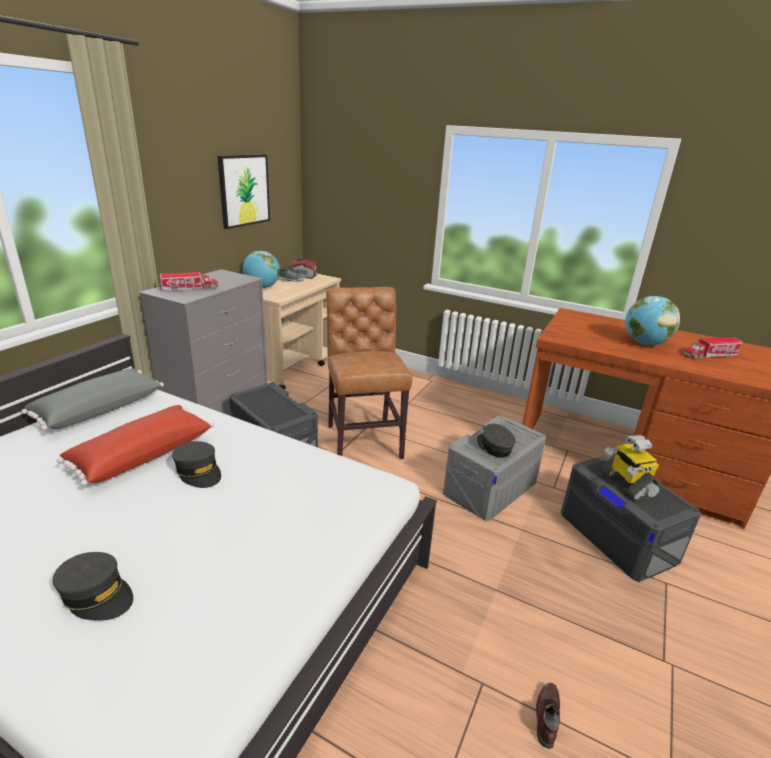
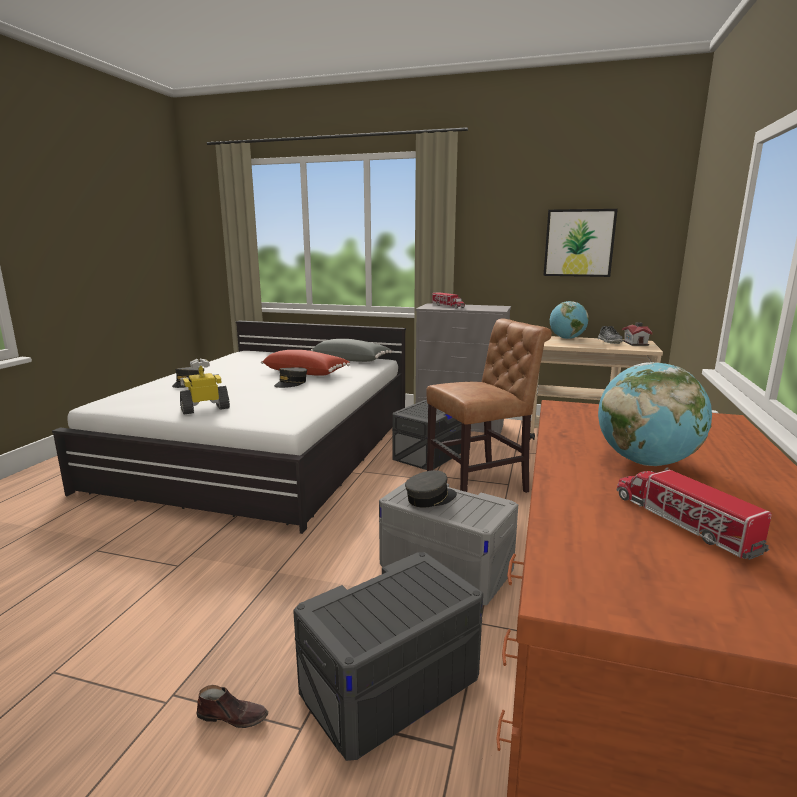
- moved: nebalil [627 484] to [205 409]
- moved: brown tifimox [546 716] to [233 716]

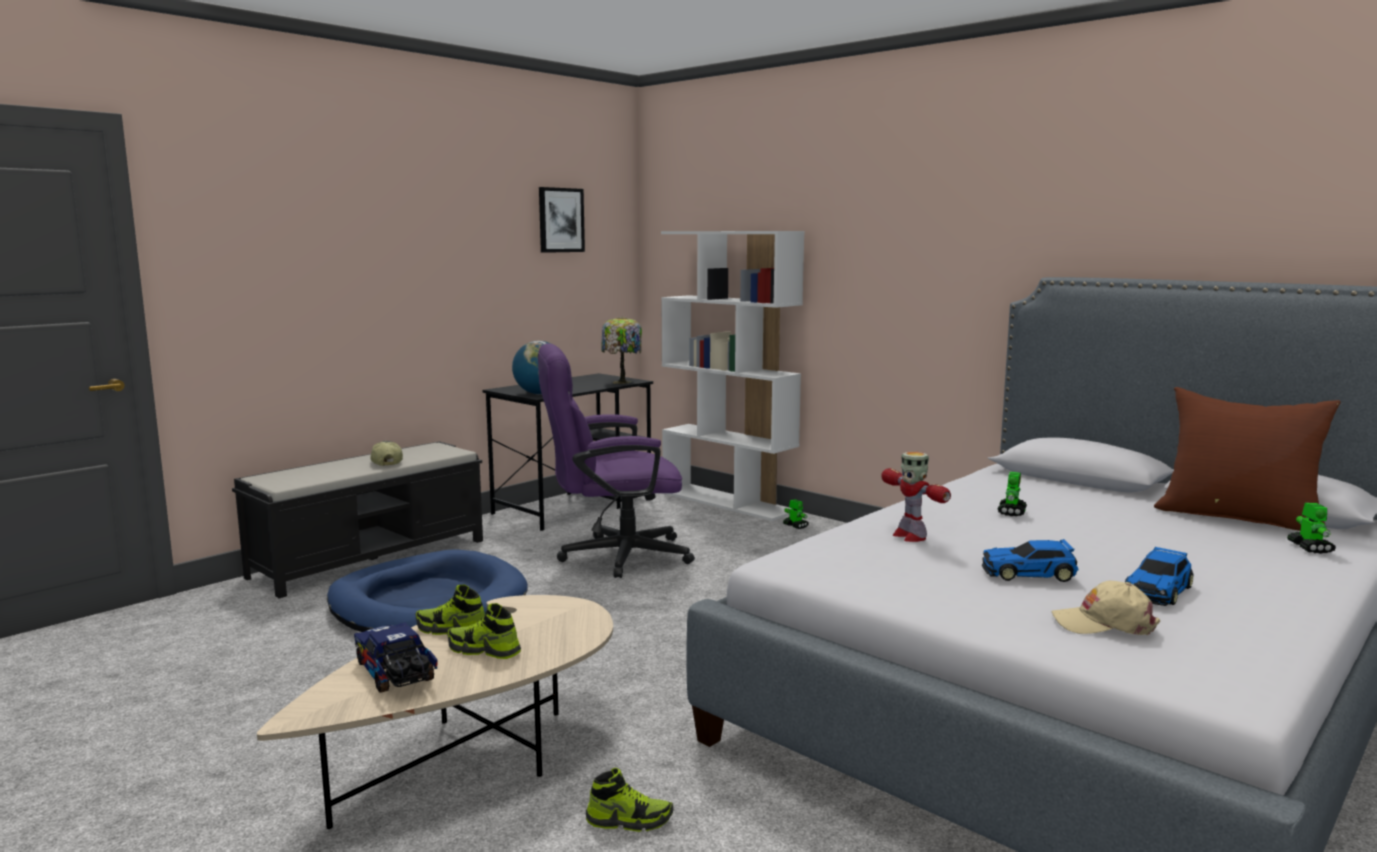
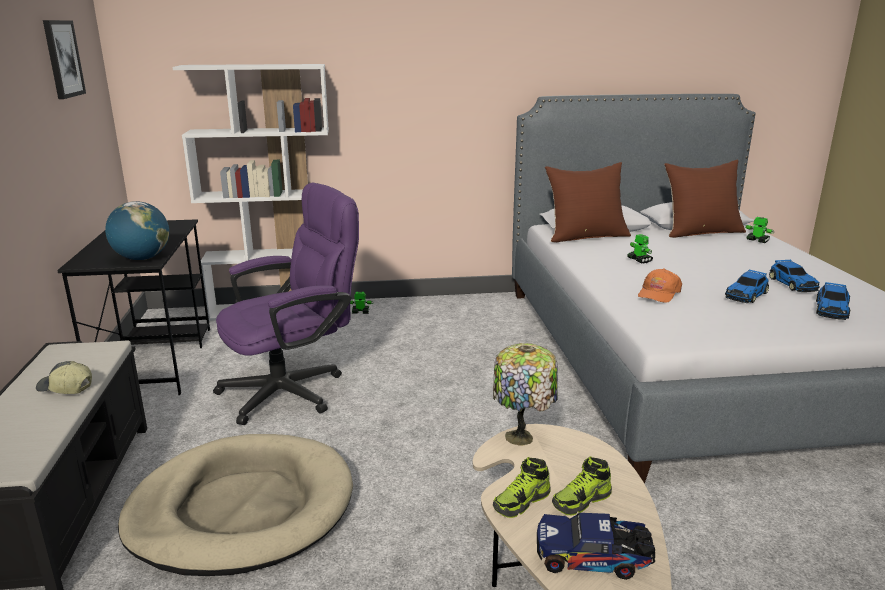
- moved: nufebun [621 382] to [521 438]
- turned: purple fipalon [612 556] = [294 389] 150 degrees counterclockwise
- replaced: nebalil [909 536] to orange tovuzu [658 293]
- recoloured: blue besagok [428 603] to beige besagok [241 509]
- replaced: beige tovuzu [1104 623] to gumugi [832 309]
- removed: tifimox [629 820]
- added: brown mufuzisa [586 236]

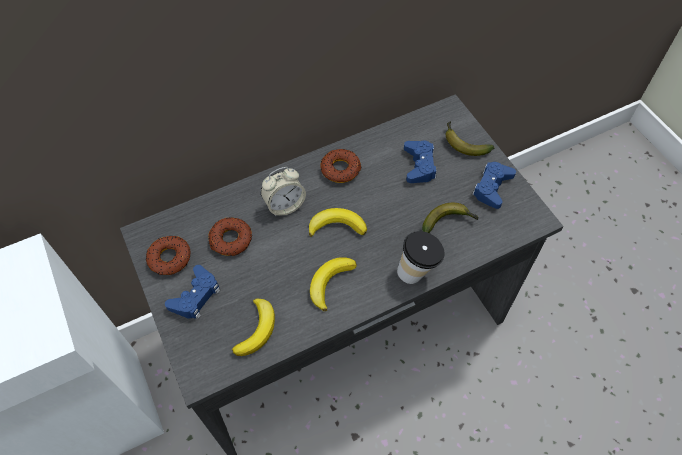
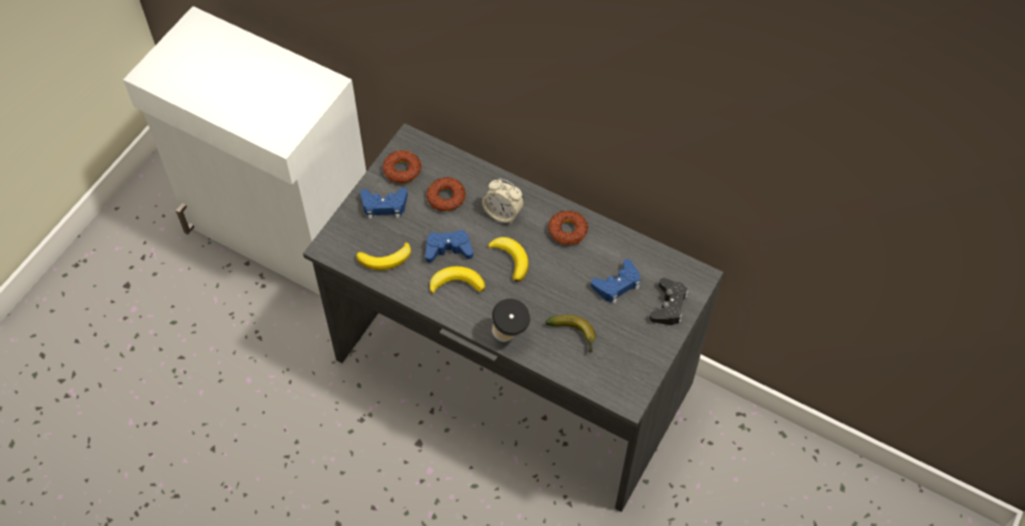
- replaced: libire [463 143] to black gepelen [668 306]
- moved: blue gepelen [492 187] to [448 249]

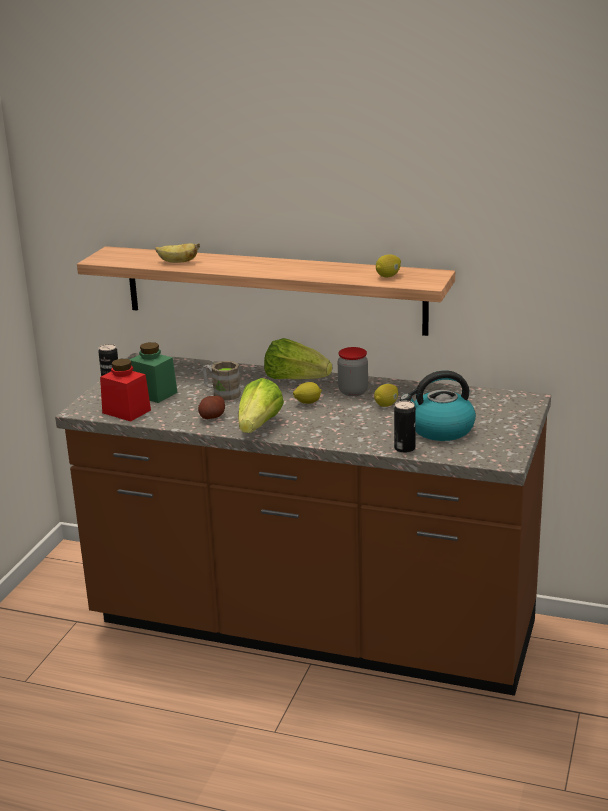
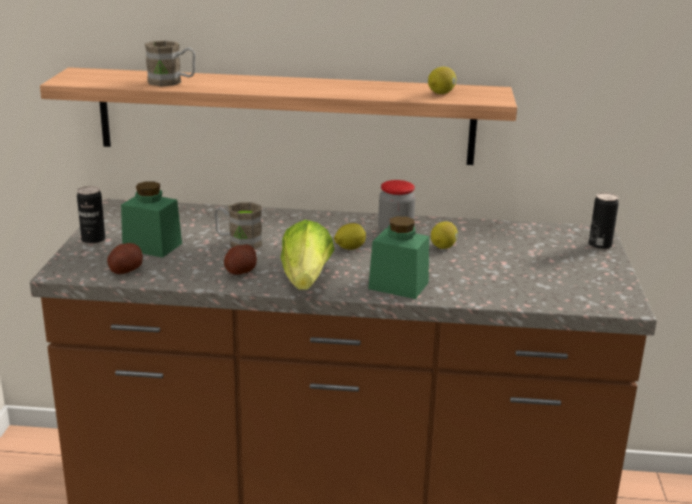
- replaced: libire [177 262] to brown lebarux [172 82]
- removed: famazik [295 379]
- replaced: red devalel [126 411] to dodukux [125 270]
- removed: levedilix [440 430]
- moved: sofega [404 448] to [600 245]
- added: green devalel [398 285]

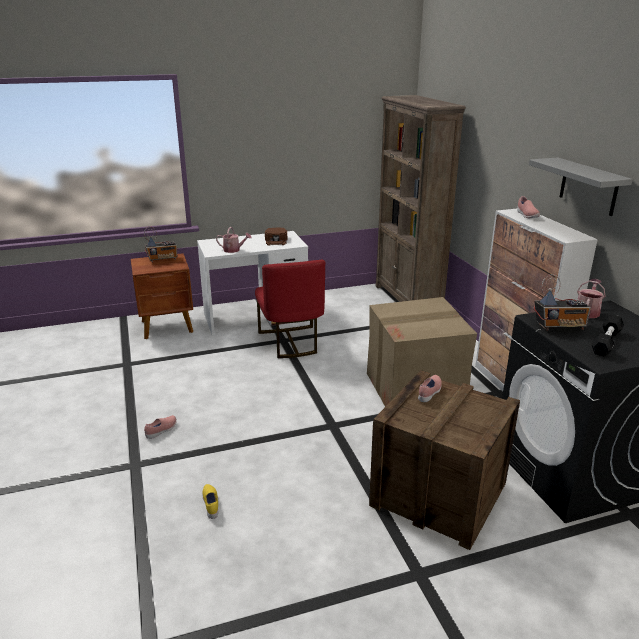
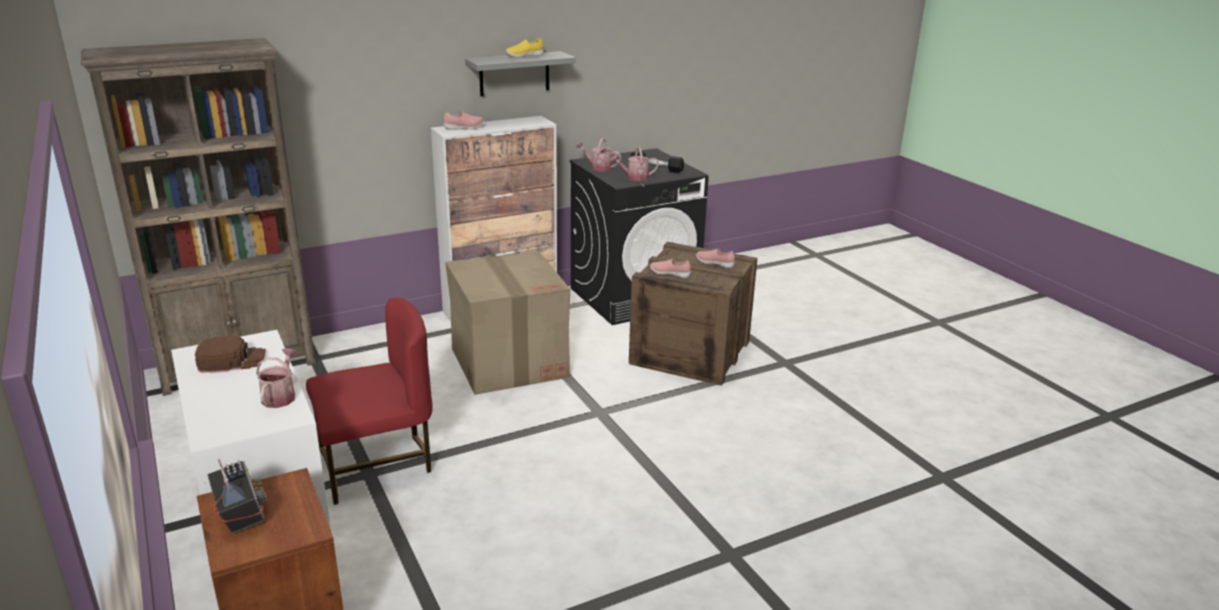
- replaced: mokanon [559 327] to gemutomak [634 178]
- moved: pink tifimox [162 430] to [714 264]
- moved: yellow tifimox [211 505] to [524 56]

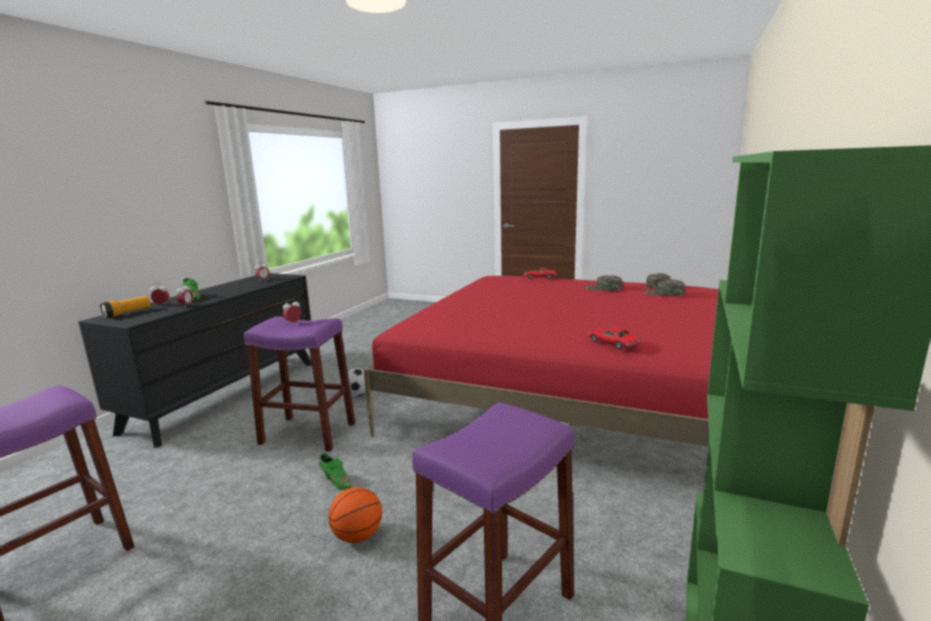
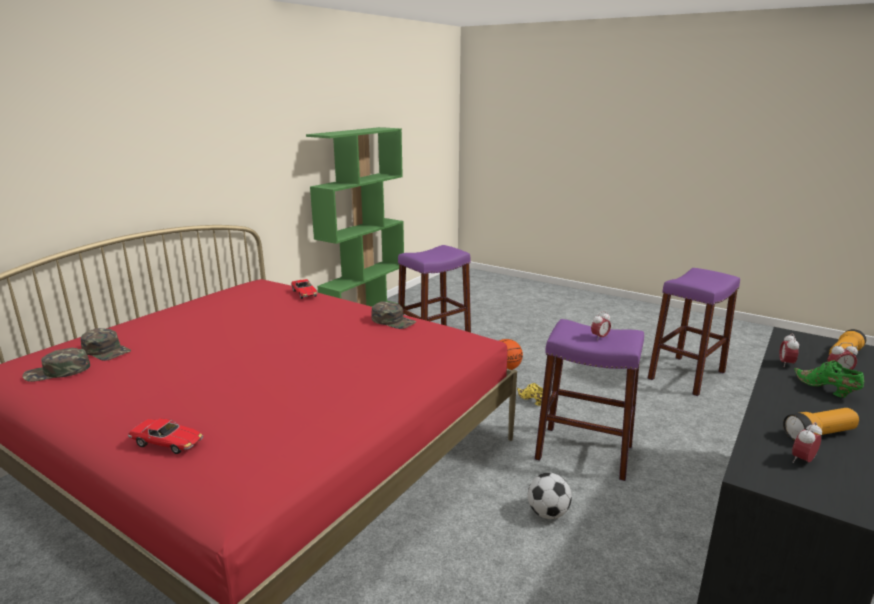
- moved: green tovuzu [603 288] to [393 321]
- recoloured: green tifimox [336 481] to yellow tifimox [532 401]
- added: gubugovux [818 434]

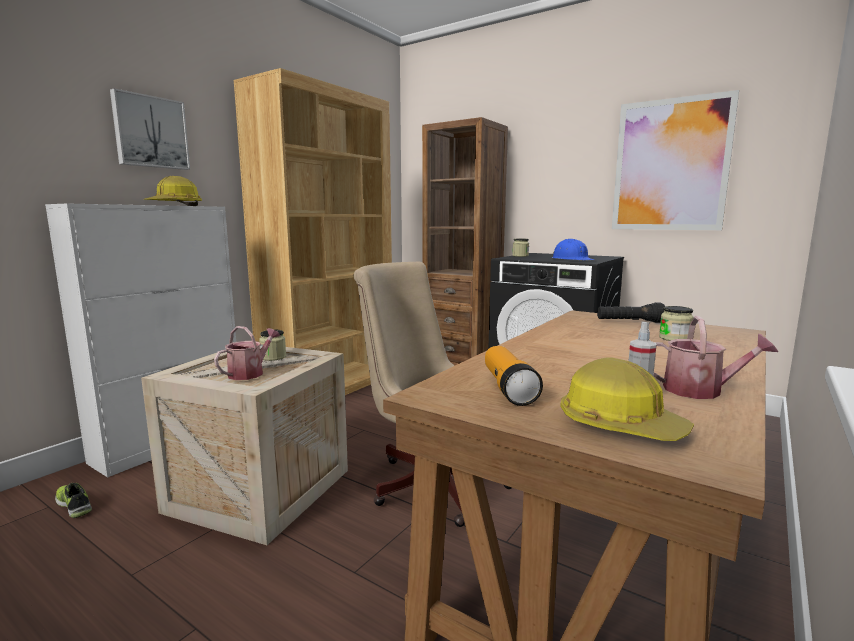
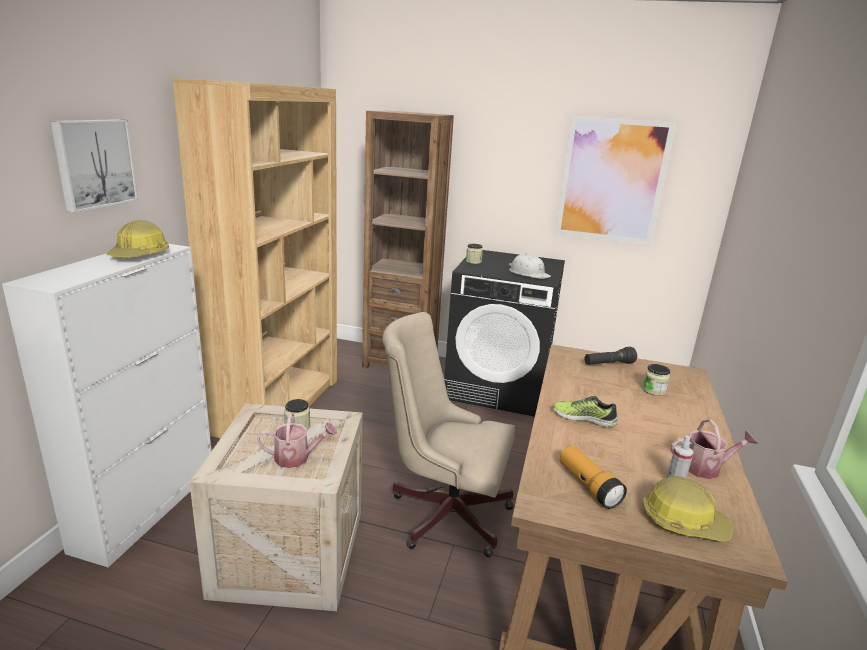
- recoloured: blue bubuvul [571 259] to white bubuvul [528 273]
- turned: gemutomak [250 373] = [297 457] 75 degrees clockwise
- moved: tifimox [75 505] to [583 418]

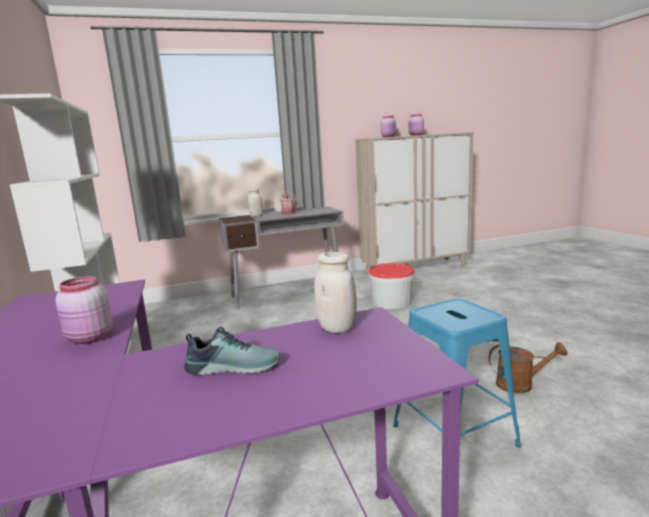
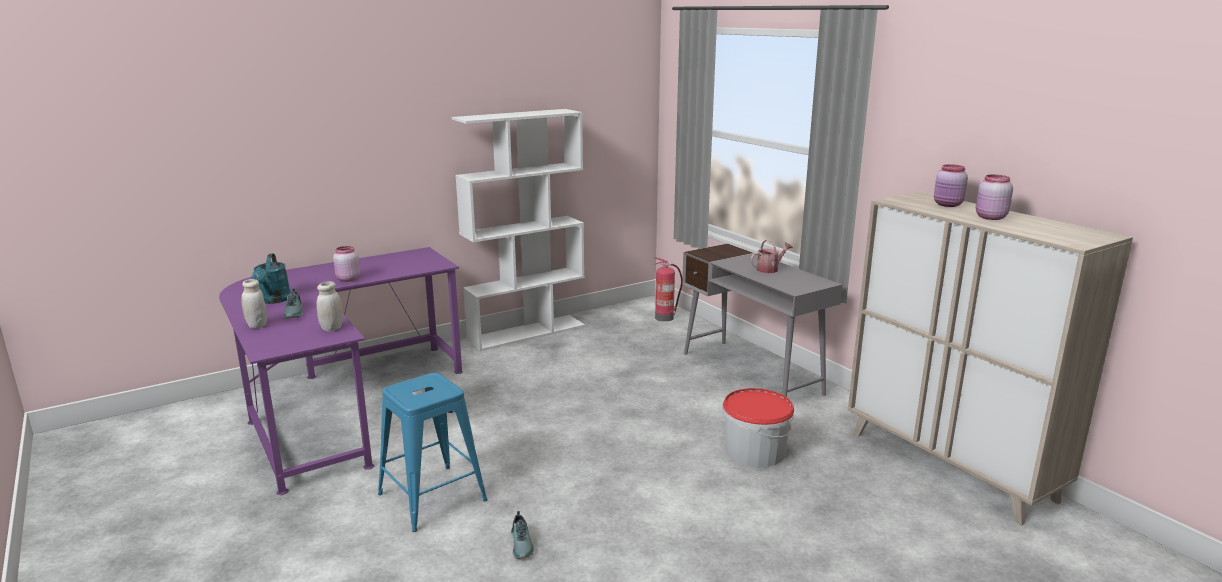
- moved: white devalel [256 215] to [257 325]
- replaced: brown gemutomak [521 384] to tifimox [522 544]
- added: turquoise gemutomak [273 300]
- added: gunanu [665 318]

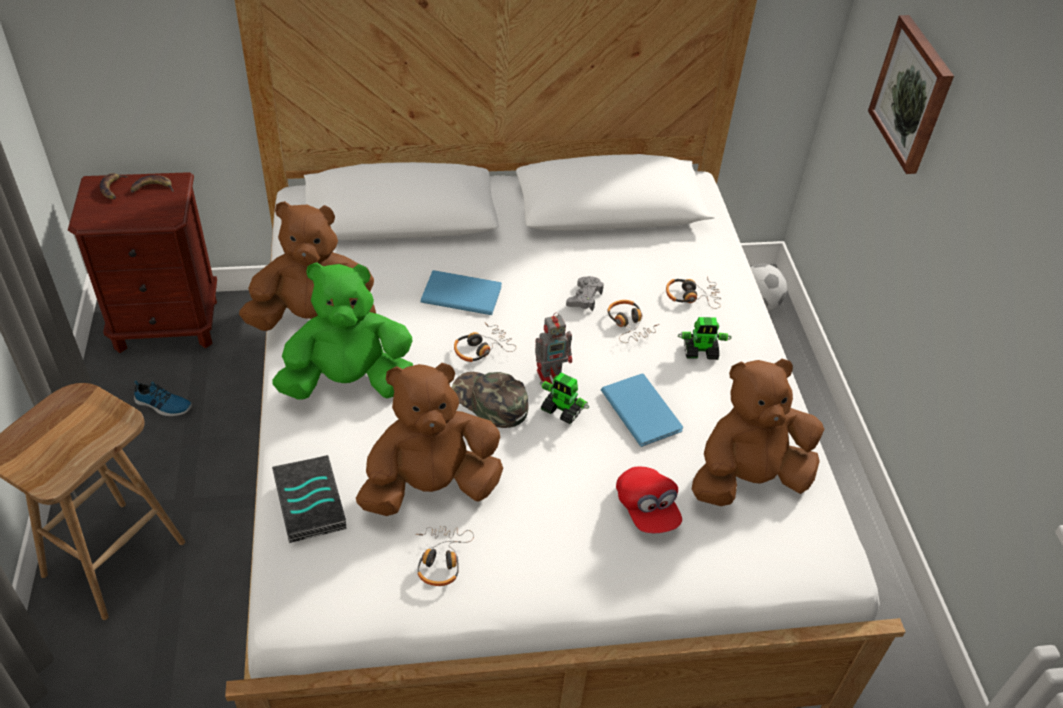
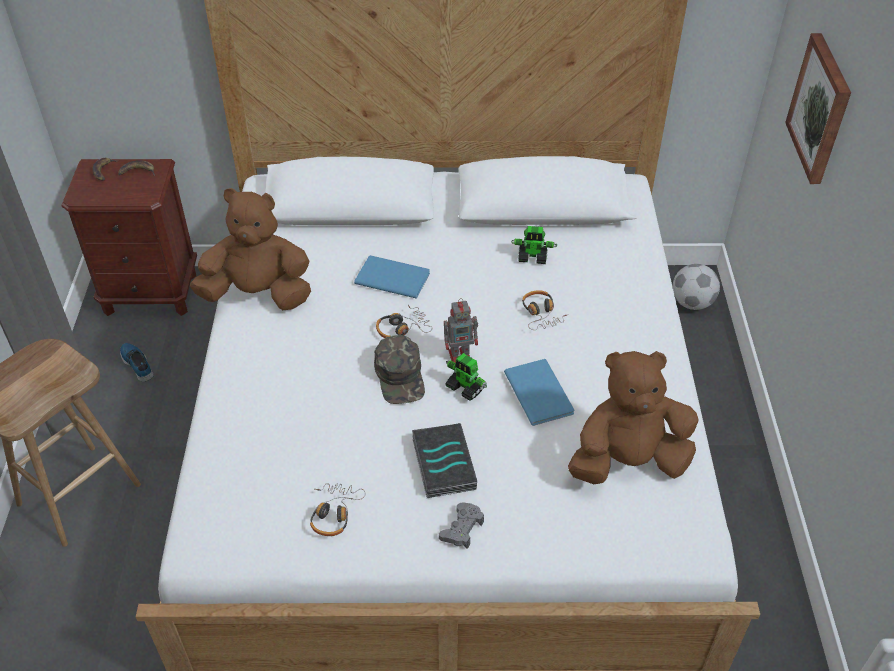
- removed: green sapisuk [349 382]
- moved: grey gepelen [584 298] to [461 529]
- removed: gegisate [692 296]
- moved: nebalil [701 351] to [532 257]
- removed: brown sapisuk [431 486]
- turned: green tovuzu [489 401] = [400 376] 150 degrees counterclockwise
- turned: tifimox [163 405] = [138 364] 150 degrees counterclockwise
- moved: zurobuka [307 502] to [442 463]
- removed: red tovuzu [647 509]

